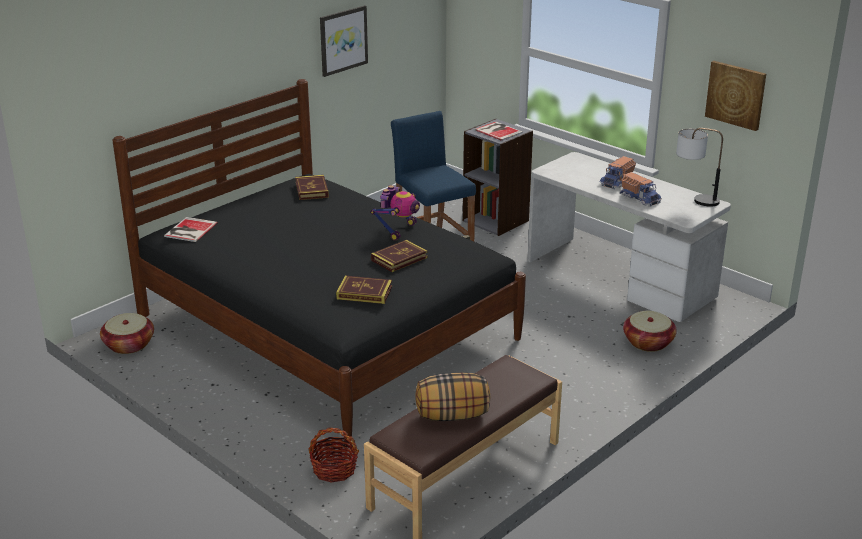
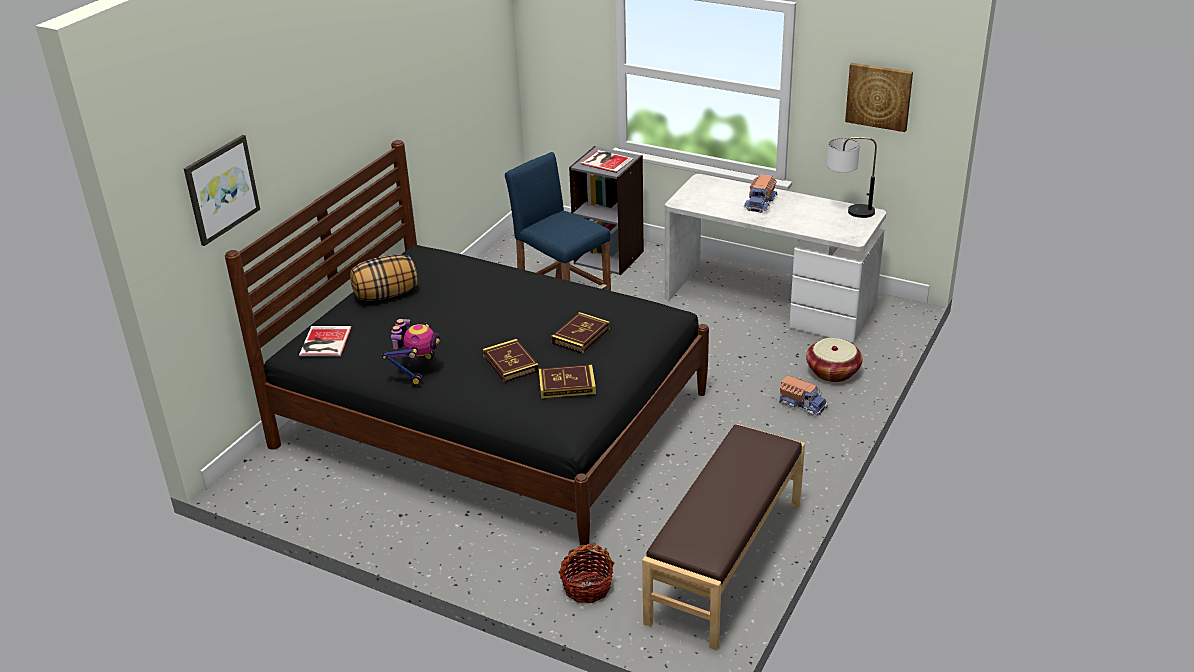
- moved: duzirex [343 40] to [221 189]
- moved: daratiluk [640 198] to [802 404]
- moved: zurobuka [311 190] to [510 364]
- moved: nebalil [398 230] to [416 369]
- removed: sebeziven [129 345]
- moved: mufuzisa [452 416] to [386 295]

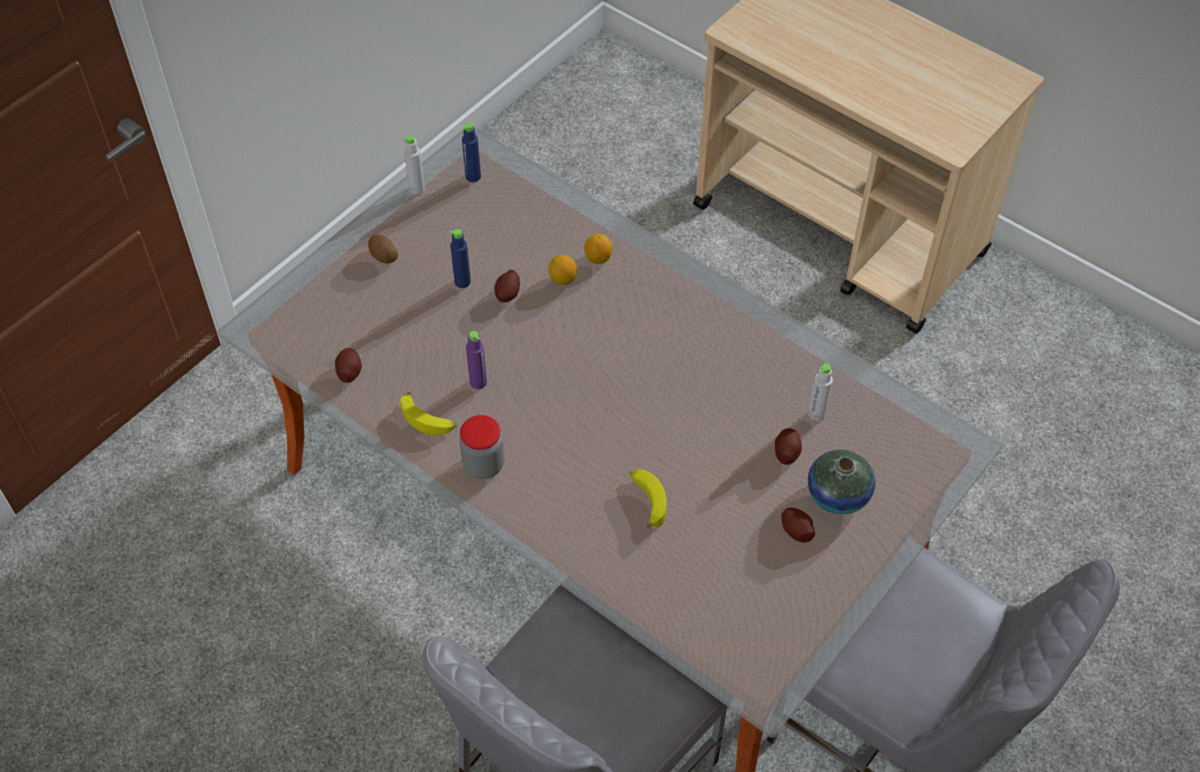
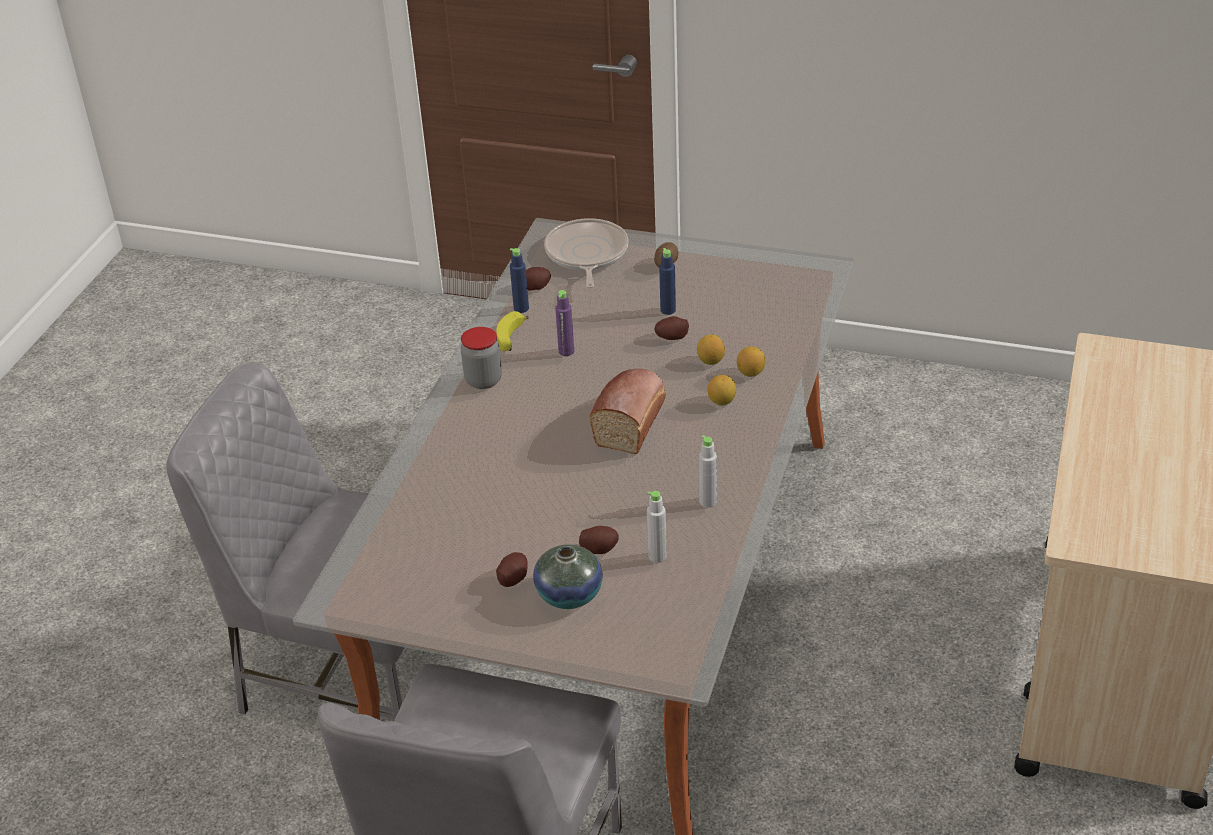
- moved: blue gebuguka [473 176] to [521 308]
- moved: grey gebuguka [417 189] to [708 501]
- removed: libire [647 500]
- added: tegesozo [586 255]
- added: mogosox [631 421]
- added: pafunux [722 401]

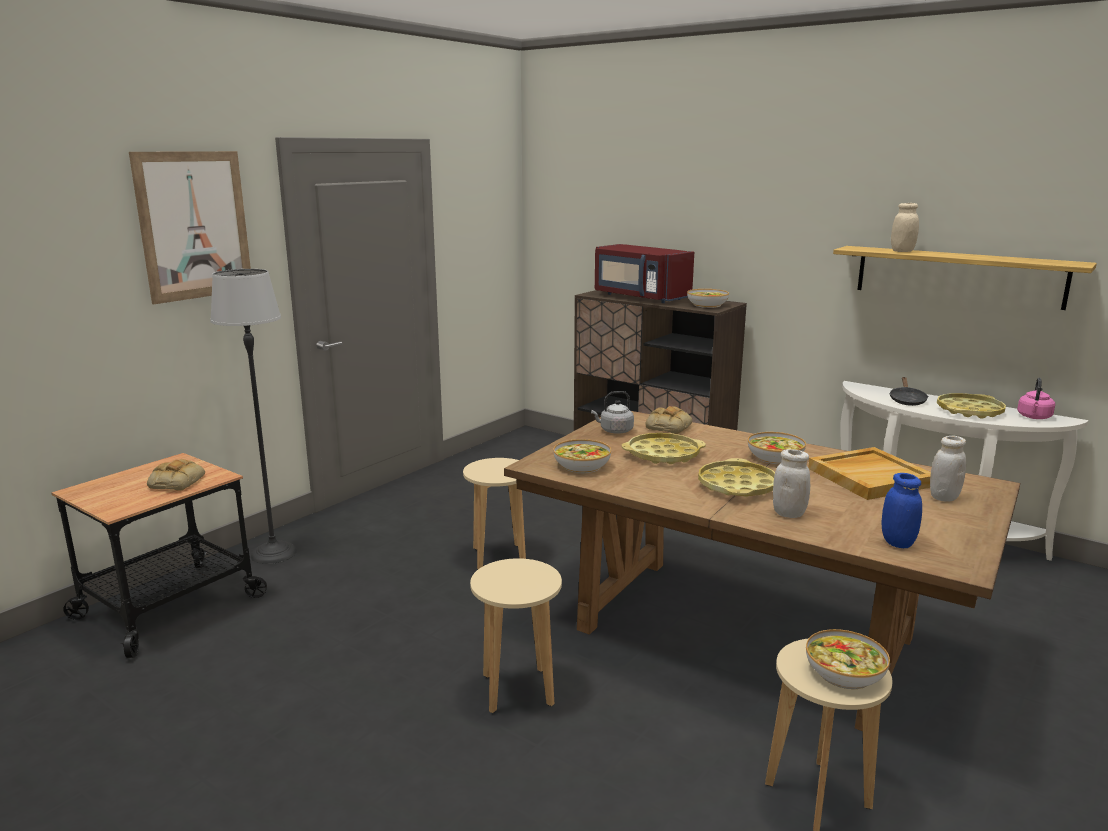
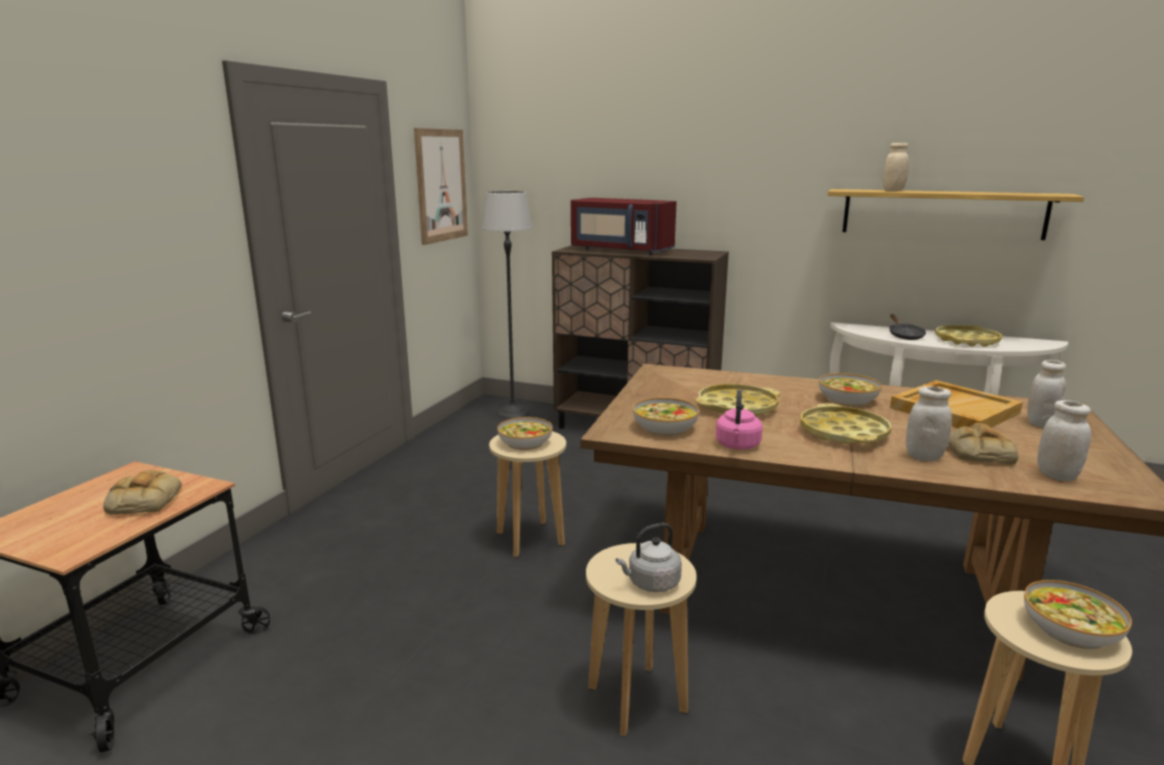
- moved: duzirex [194 225] to [441 185]
- moved: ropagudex [274 553] to [513 413]
- moved: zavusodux [707 305] to [525 443]
- moved: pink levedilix [1034 417] to [737 446]
- moved: grey levedilix [614 431] to [651 583]
- moved: mogosox [668 426] to [978 452]
- recoloured: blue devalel [897 542] to white devalel [1056 475]

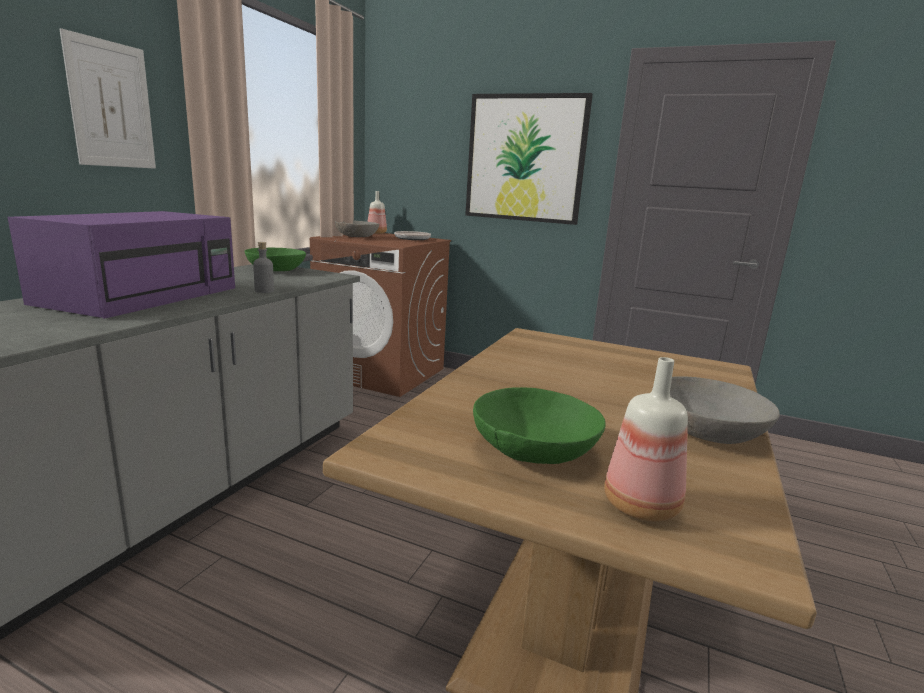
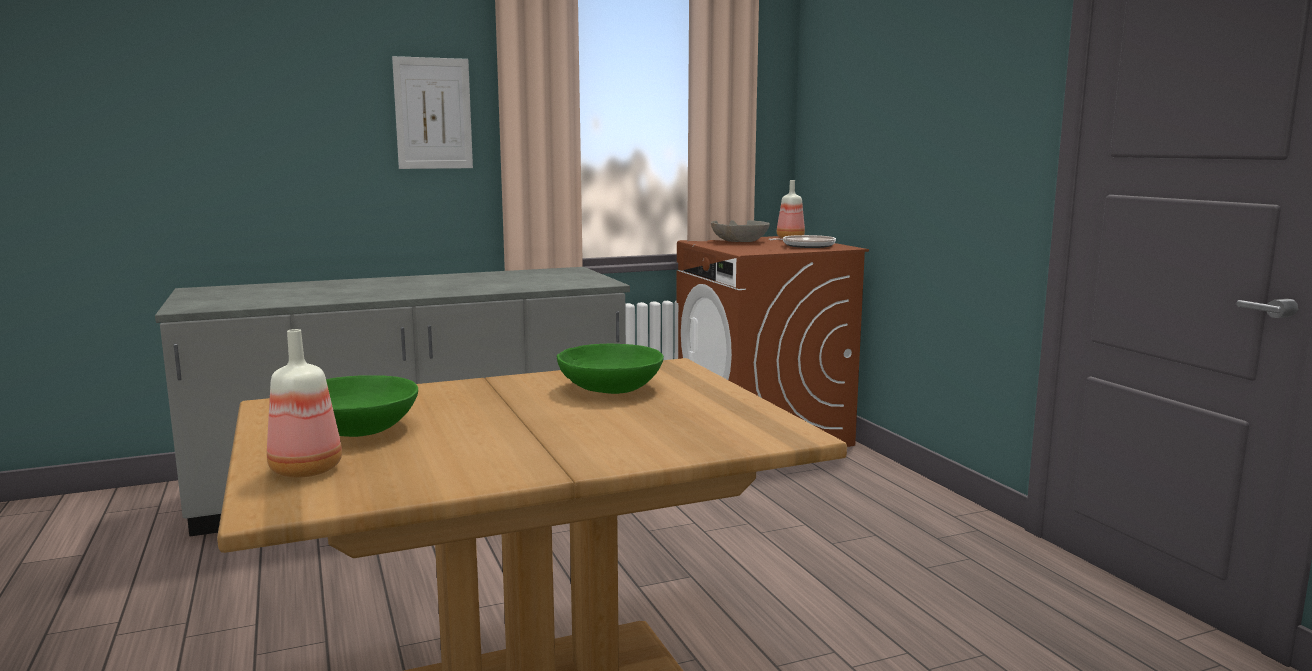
- removed: duzirex [525 159]
- removed: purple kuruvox [143 295]
- removed: grey gebuguka [264 291]
- moved: green zavusodux [276 270] to [610 388]
- removed: grey zavusodux [706 431]

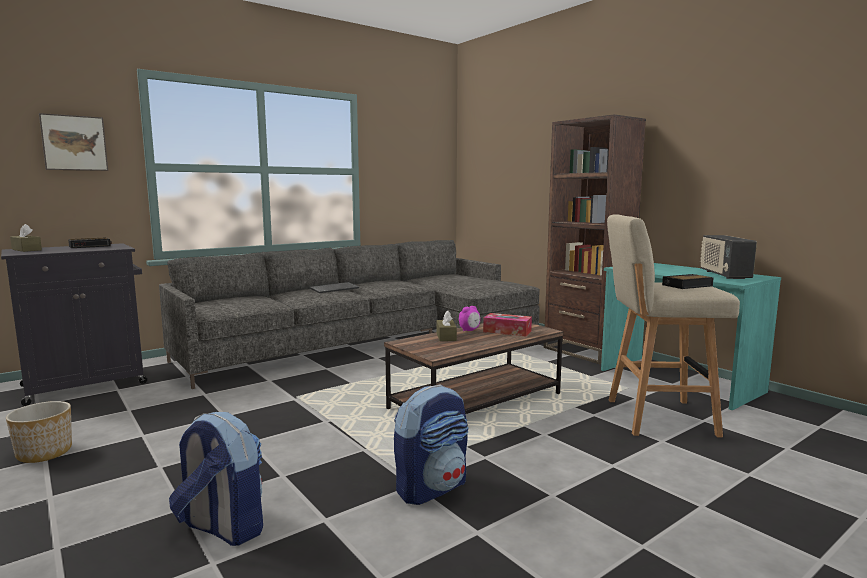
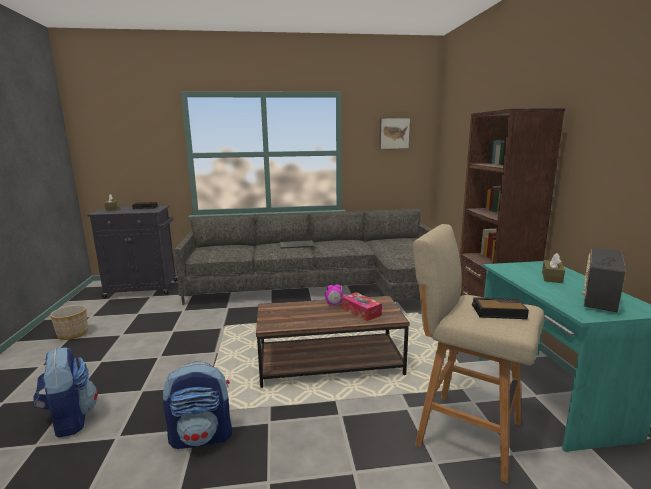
- moved: duzirex [74 143] to [394 133]
- moved: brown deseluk [446 336] to [552 277]

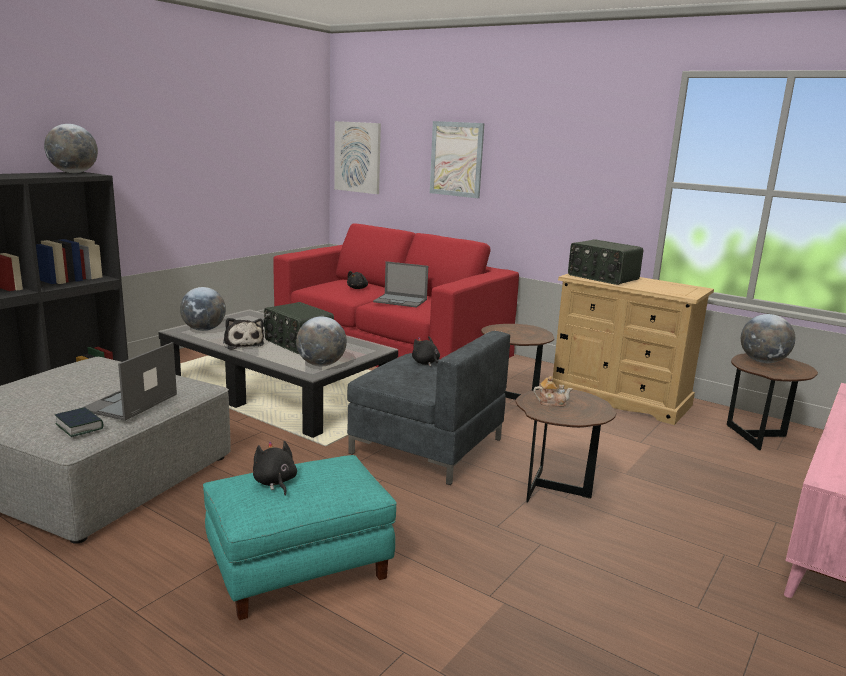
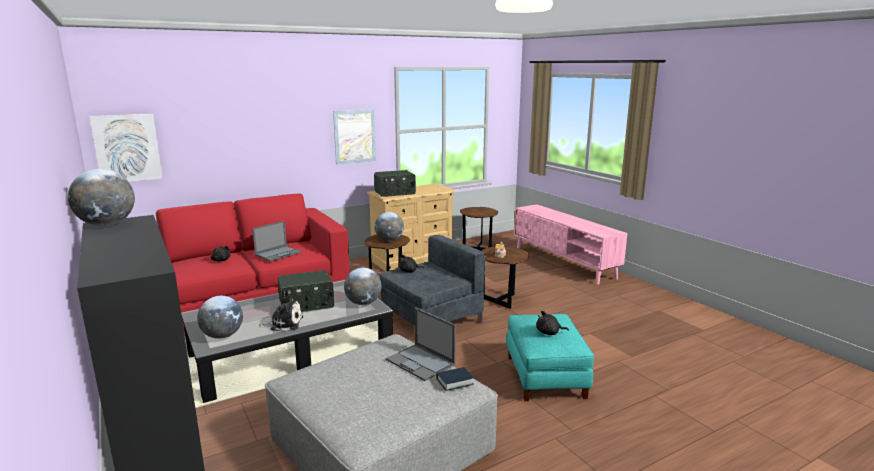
- moved: duzirex [456 159] to [354 136]
- moved: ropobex [762 361] to [389 240]

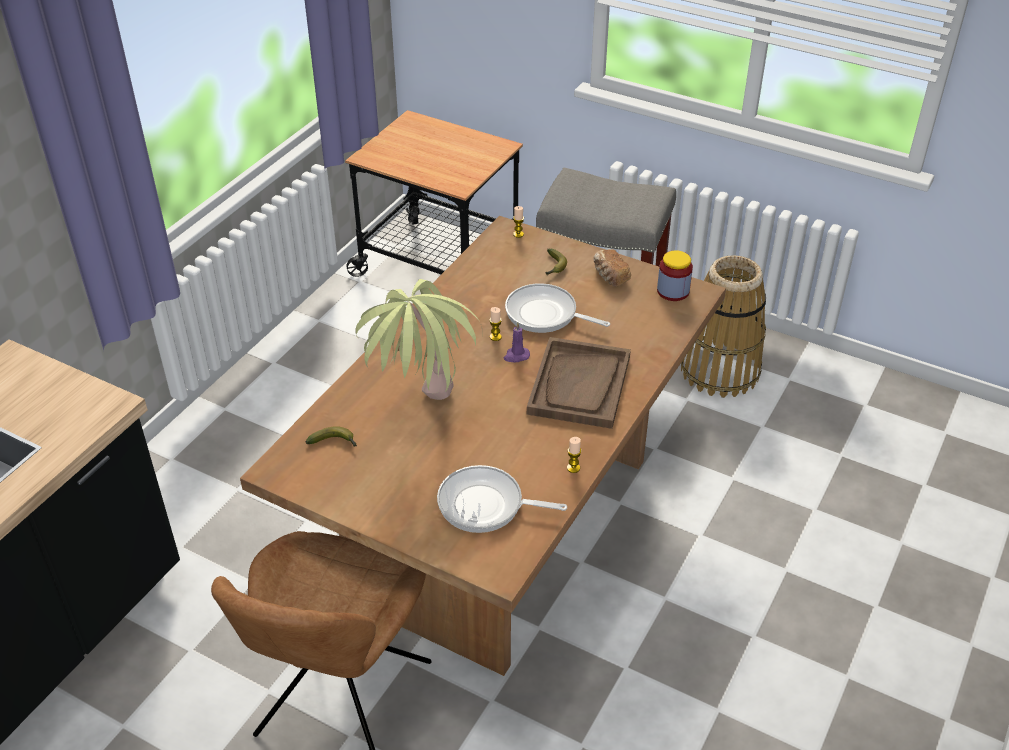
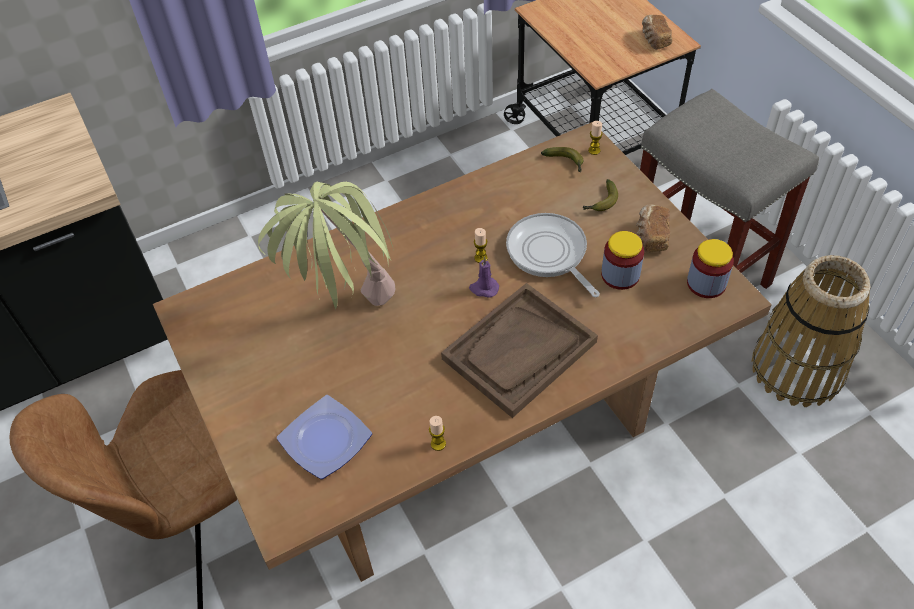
- moved: libire [335 442] to [565 162]
- replaced: tegesozo [486 505] to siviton [325 442]
- added: mogosox [654 40]
- added: devalel [620 275]

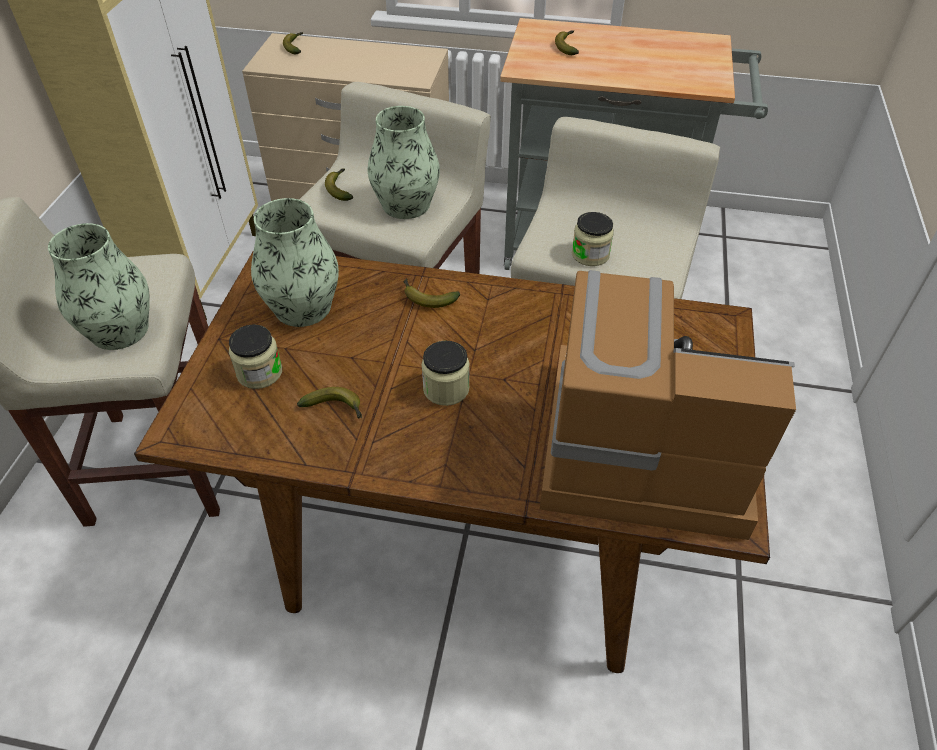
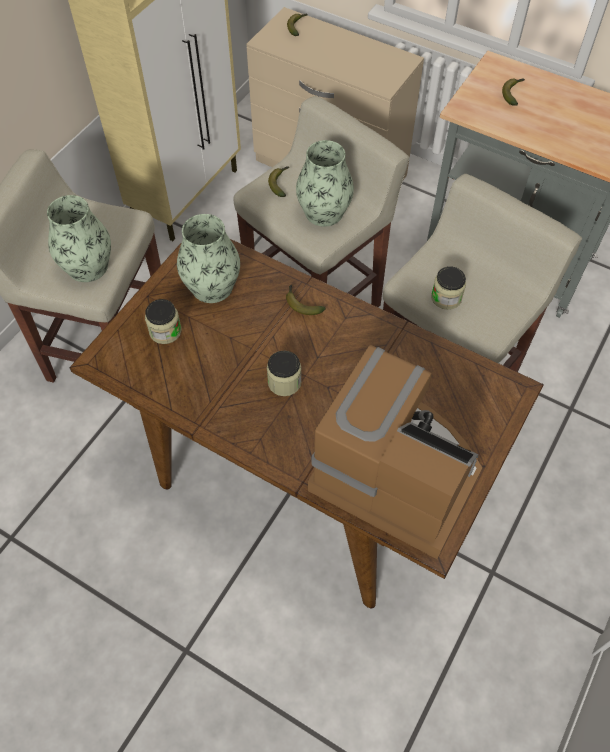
- removed: libire [336 408]

